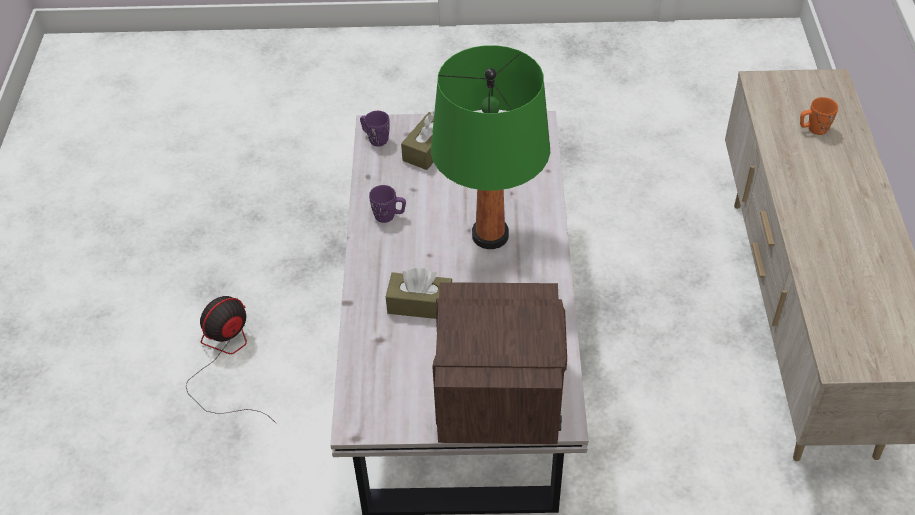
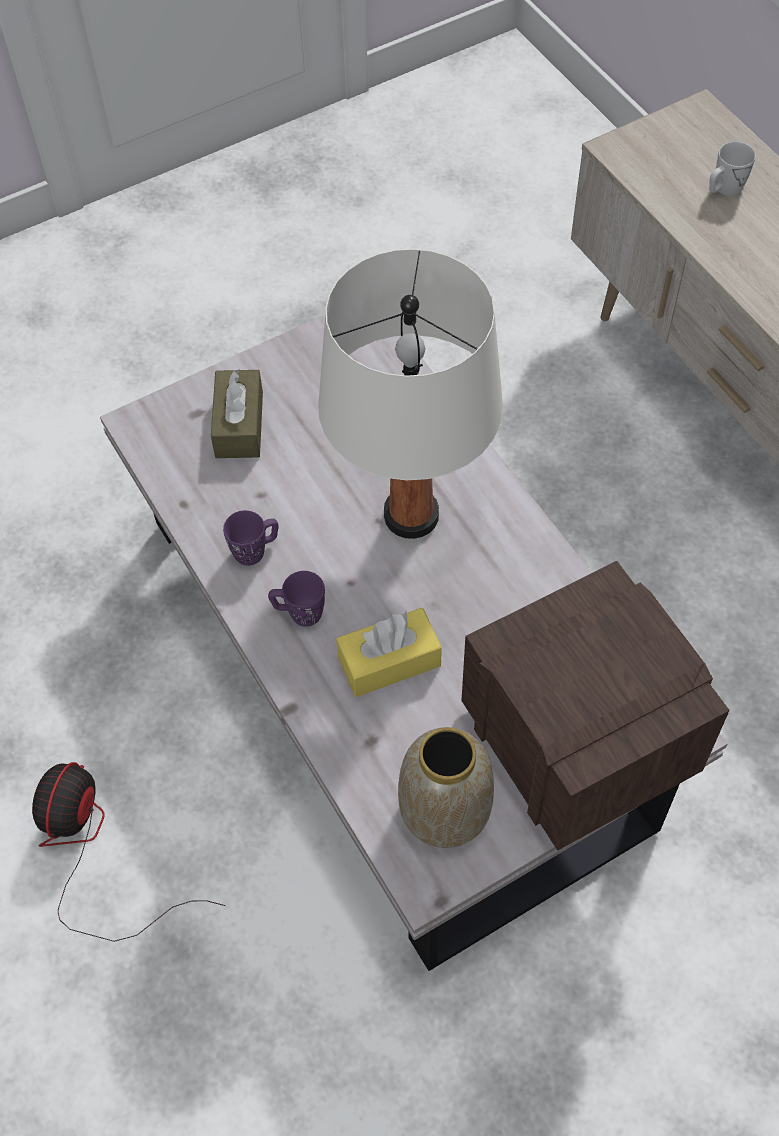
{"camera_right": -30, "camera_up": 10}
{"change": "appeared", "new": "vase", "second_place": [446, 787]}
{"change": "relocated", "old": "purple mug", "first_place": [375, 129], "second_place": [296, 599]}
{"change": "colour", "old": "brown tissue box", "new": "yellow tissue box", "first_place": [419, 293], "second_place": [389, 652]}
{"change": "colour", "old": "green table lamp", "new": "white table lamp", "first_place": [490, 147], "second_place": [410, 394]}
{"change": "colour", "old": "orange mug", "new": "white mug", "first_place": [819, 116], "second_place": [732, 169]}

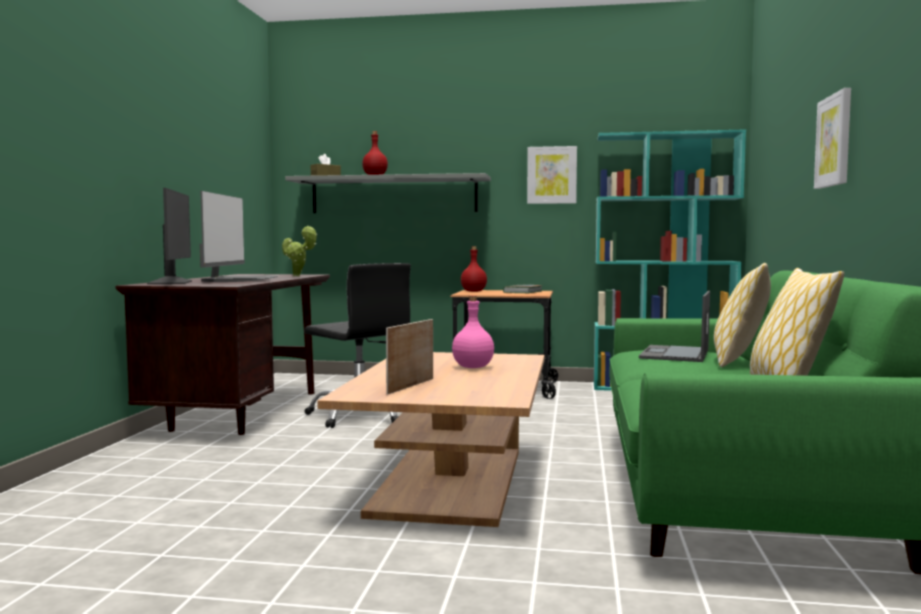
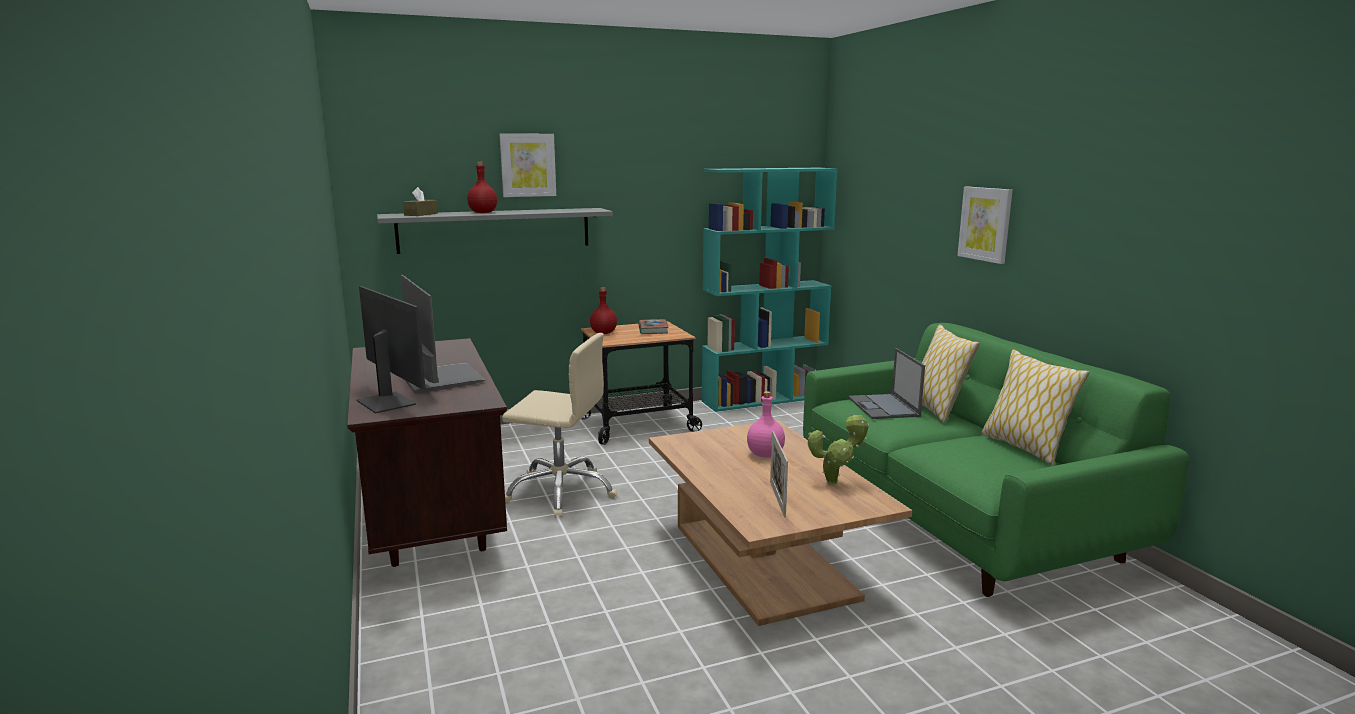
{"camera_right": -30, "camera_up": 10}
{"change": "relocated", "old": "potted plant", "first_place": [299, 251], "second_place": [838, 449]}
{"change": "relocated", "old": "picture", "first_place": [552, 175], "second_place": [528, 165]}
{"change": "colour", "old": "black office chair", "new": "beige office chair", "first_place": [358, 345], "second_place": [559, 425]}

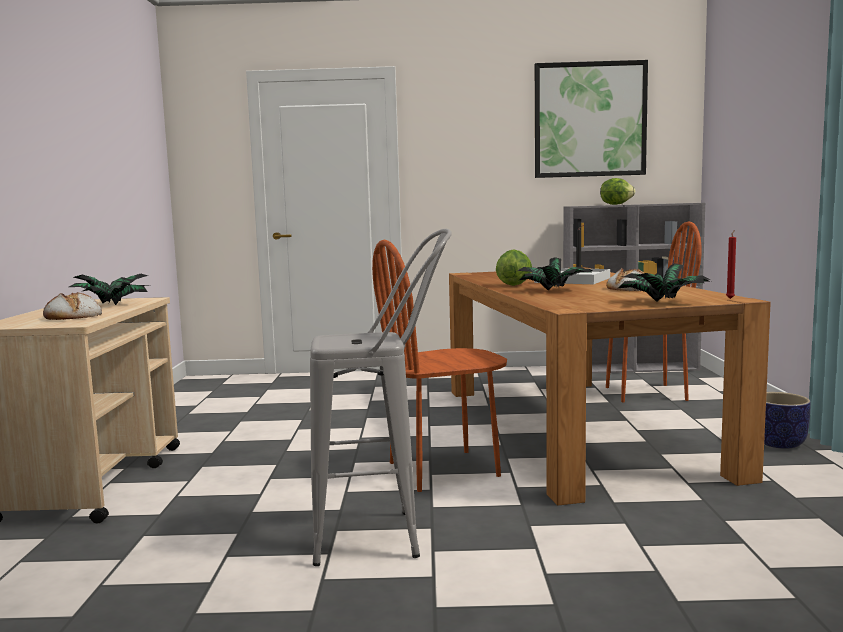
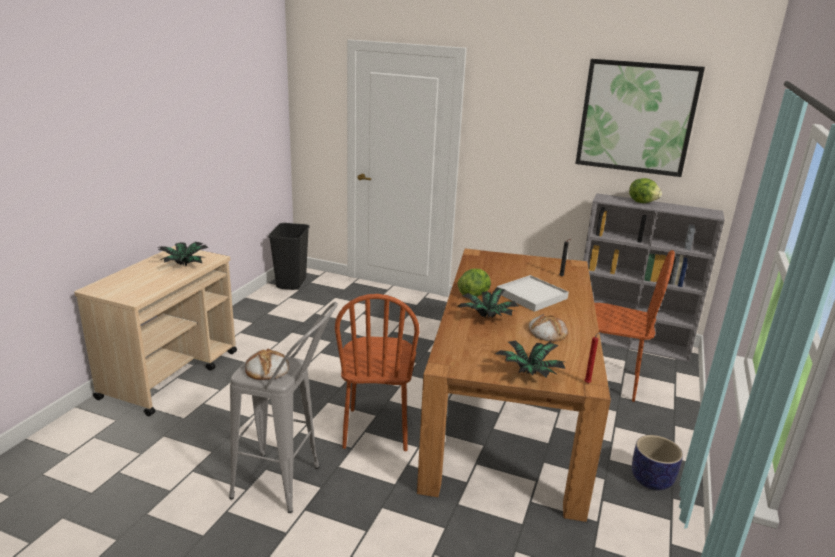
{"camera_right": 20, "camera_up": 15}
{"change": "appeared", "new": "black trash can", "second_place": [288, 256]}
{"change": "relocated", "old": "bread", "first_place": [72, 306], "second_place": [267, 364]}
{"change": "spun", "old": "brown chair", "first_place": [439, 366], "second_place": [377, 372], "degrees": -90}

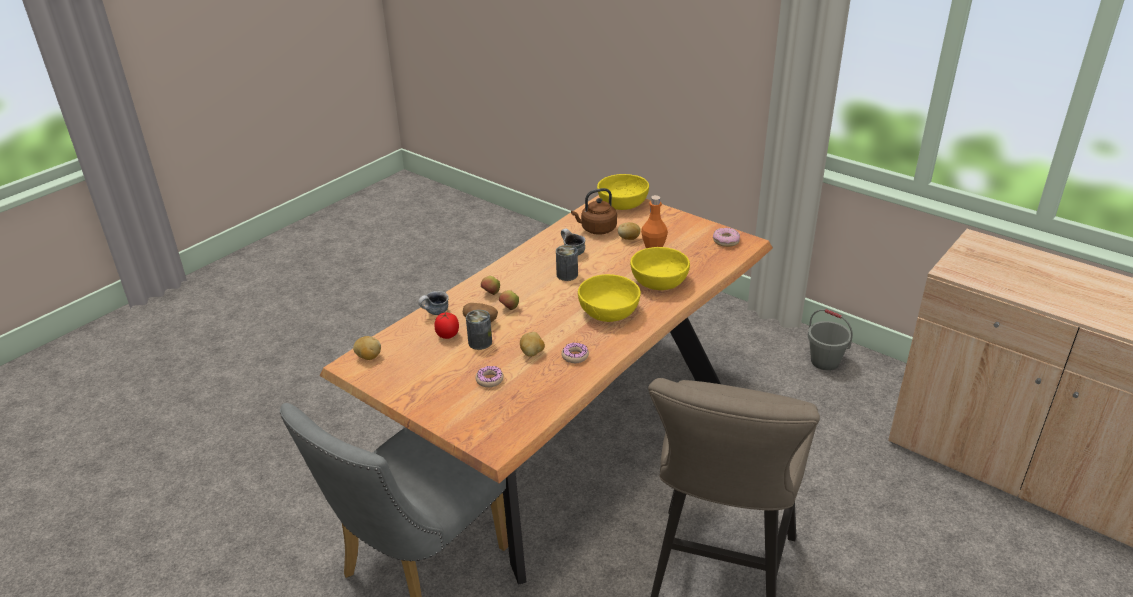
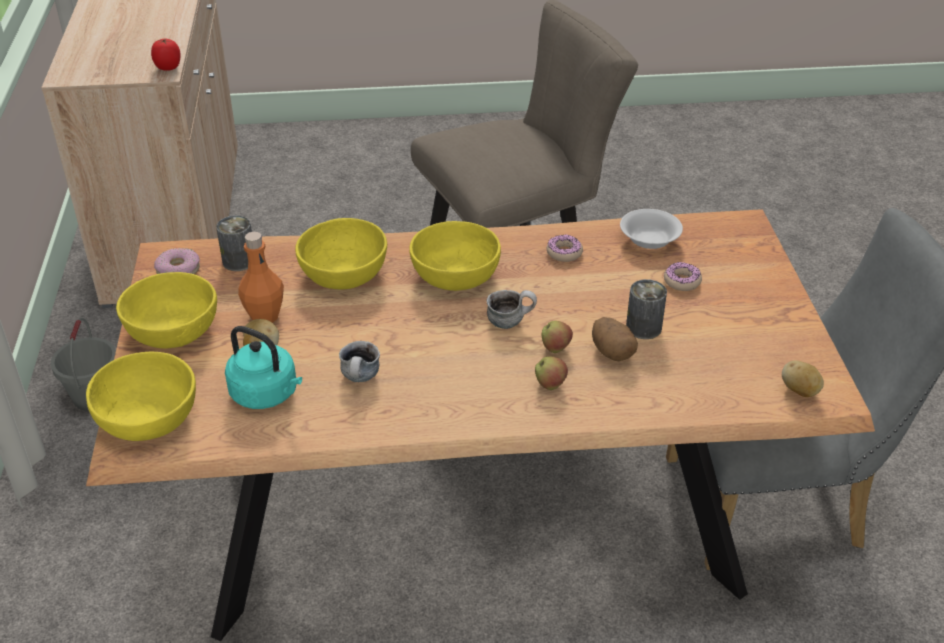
{"camera_right": -135, "camera_up": 5}
{"change": "missing", "old": "potato", "first_place": [532, 344]}
{"change": "appeared", "new": "yellow bowl", "second_place": [166, 310]}
{"change": "appeared", "new": "white bowl", "second_place": [651, 229]}
{"change": "relocated", "old": "mug", "first_place": [433, 303], "second_place": [512, 309]}
{"change": "relocated", "old": "tomato", "first_place": [446, 325], "second_place": [166, 54]}
{"change": "relocated", "old": "can", "first_place": [567, 263], "second_place": [234, 243]}
{"change": "colour", "old": "brown kettle", "new": "turquoise kettle", "first_place": [594, 211], "second_place": [263, 367]}

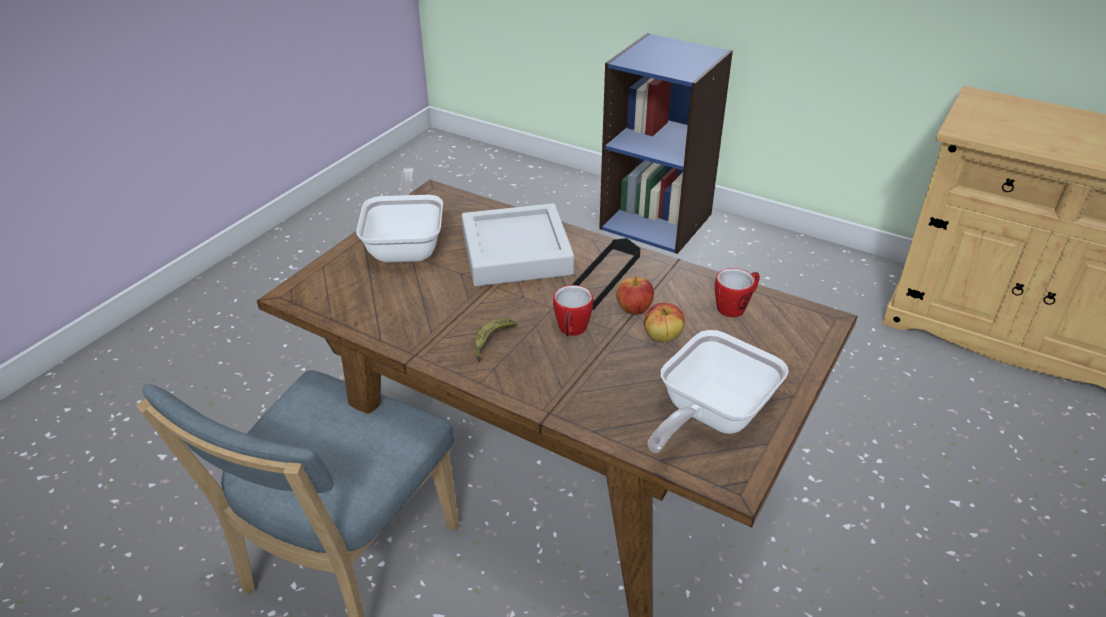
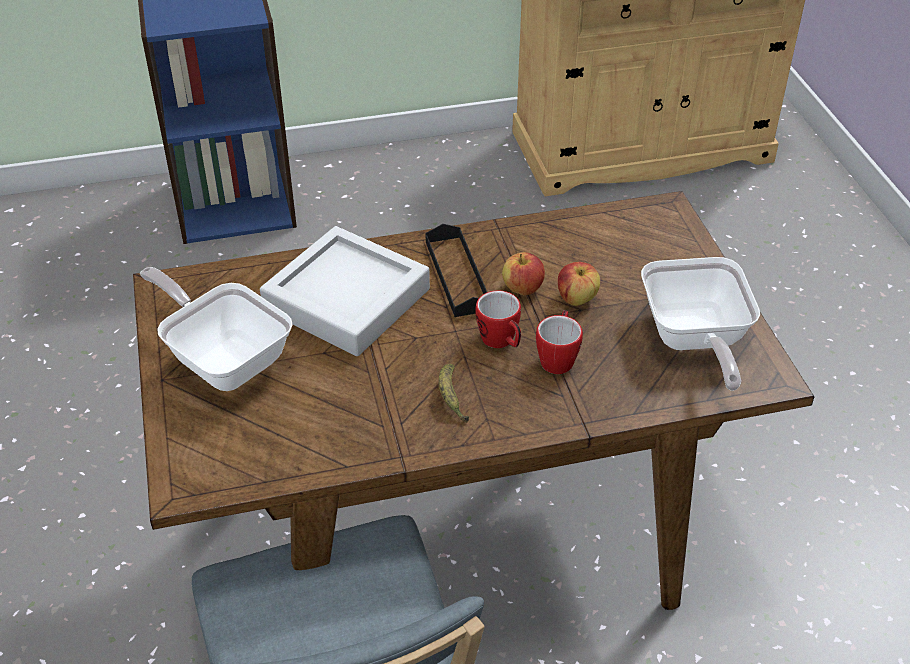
{"camera_right": -45, "camera_up": 5}
{"change": "relocated", "old": "mug", "first_place": [737, 292], "second_place": [559, 342]}

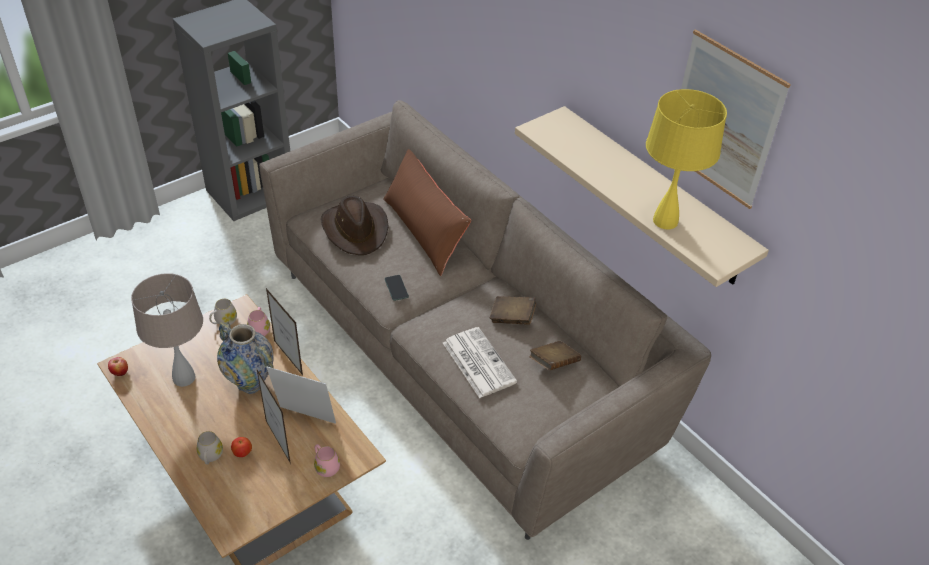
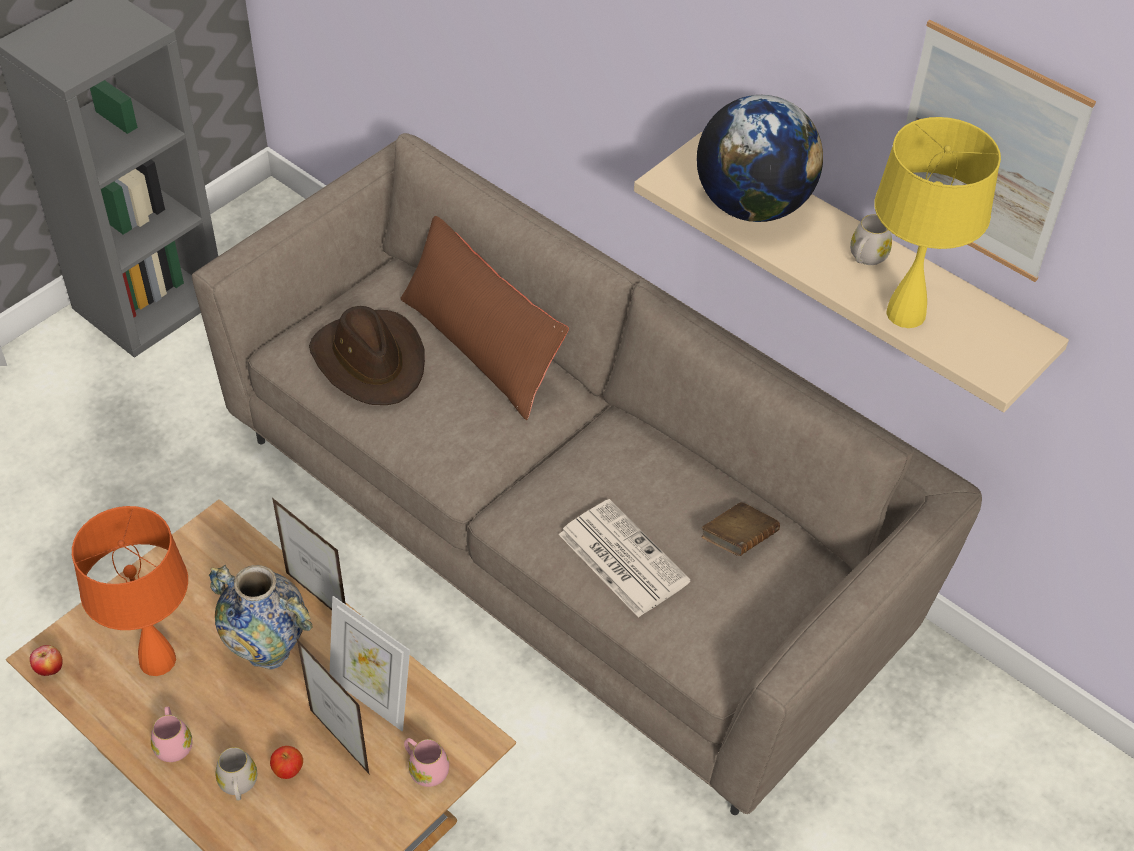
{"camera_right": -10, "camera_up": 5}
{"change": "missing", "old": "phone", "first_place": [397, 288]}
{"change": "missing", "old": "brown book", "first_place": [513, 310]}
{"change": "appeared", "new": "globe", "second_place": [760, 158]}
{"change": "relocated", "old": "white mug", "first_place": [223, 312], "second_place": [871, 239]}
{"change": "relocated", "old": "pink mug", "first_place": [258, 321], "second_place": [172, 734]}
{"change": "colour", "old": "beige table lamp", "new": "orange table lamp", "first_place": [167, 330], "second_place": [130, 591]}
{"change": "spun", "old": "picture frame", "first_place": [301, 395], "second_place": [370, 663], "degrees": -150}

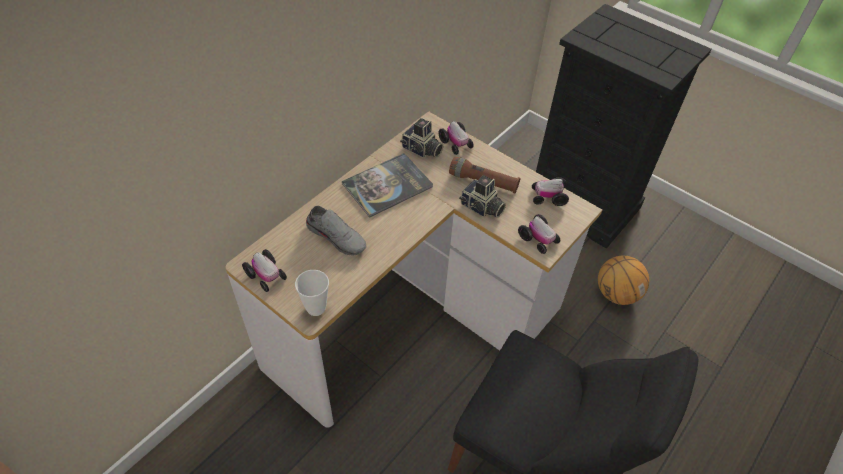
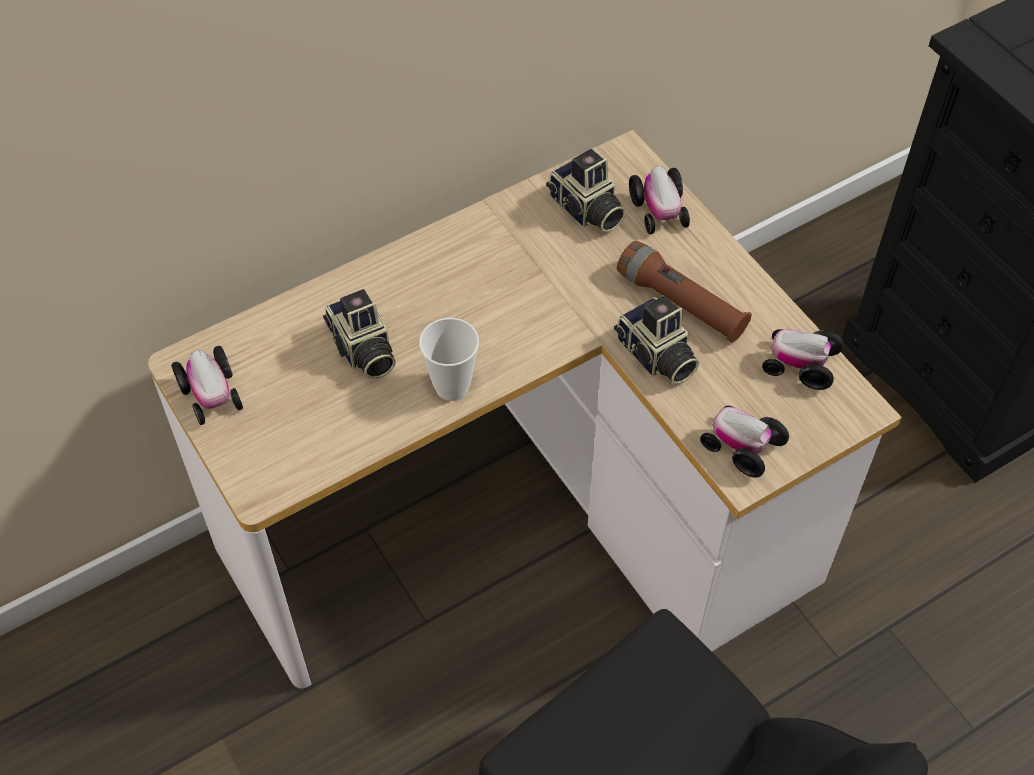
{"camera_right": 20, "camera_up": 5}
{"change": "missing", "old": "book", "first_place": [387, 185]}
{"change": "missing", "old": "basketball", "first_place": [623, 280]}
{"change": "relocated", "old": "cup", "first_place": [312, 293], "second_place": [449, 359]}
{"change": "exchanged", "old": "grey shoe", "new": "photo camera", "first_place": [336, 230], "second_place": [359, 334]}
{"change": "spun", "old": "toy car", "first_place": [539, 234], "second_place": [744, 442], "degrees": 150}

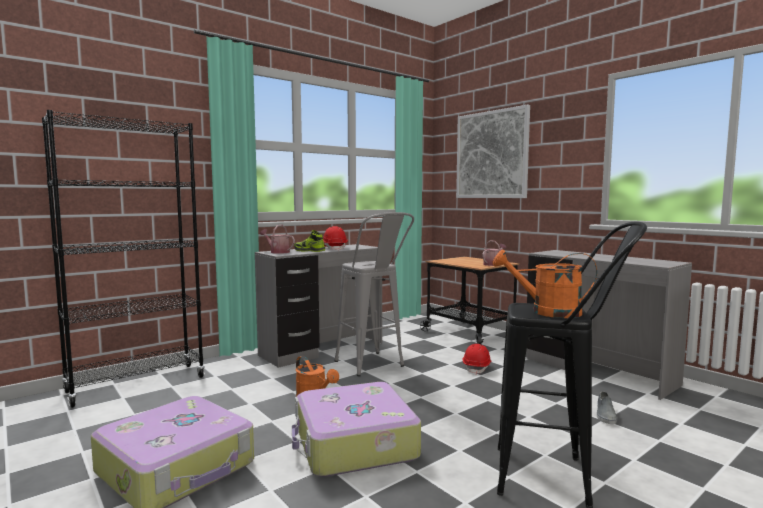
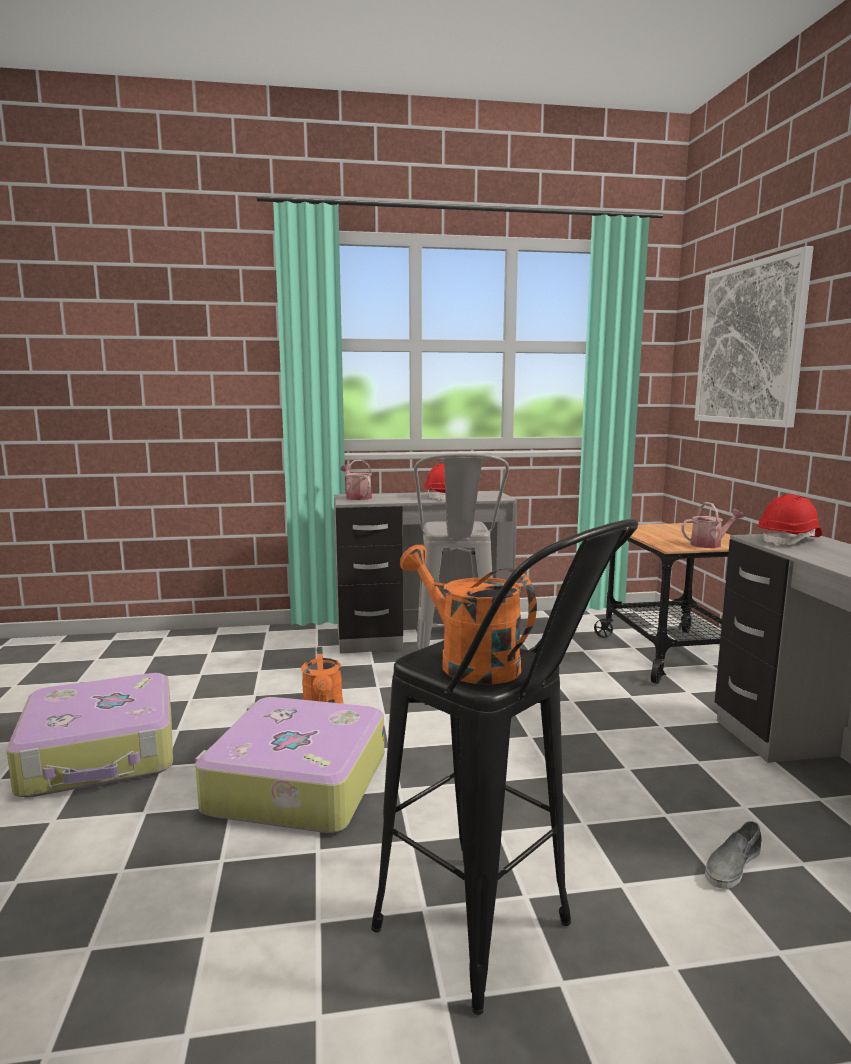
{"camera_right": 30, "camera_up": 5}
{"change": "missing", "old": "black bookcase", "first_place": [123, 259]}
{"change": "missing", "old": "shoe", "first_place": [309, 241]}
{"change": "relocated", "old": "red hard hat", "first_place": [477, 359], "second_place": [790, 520]}

